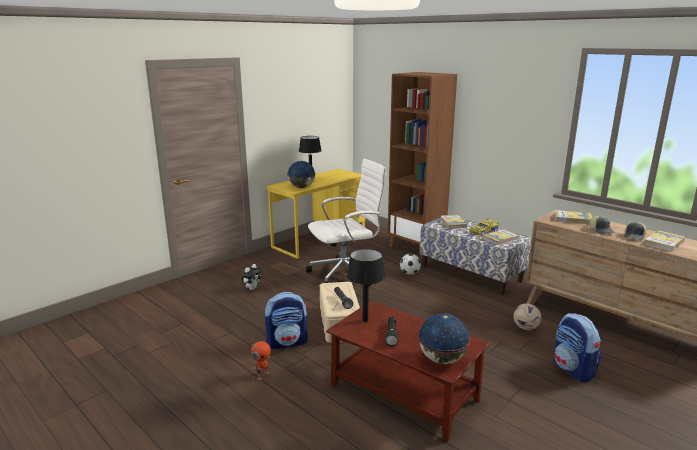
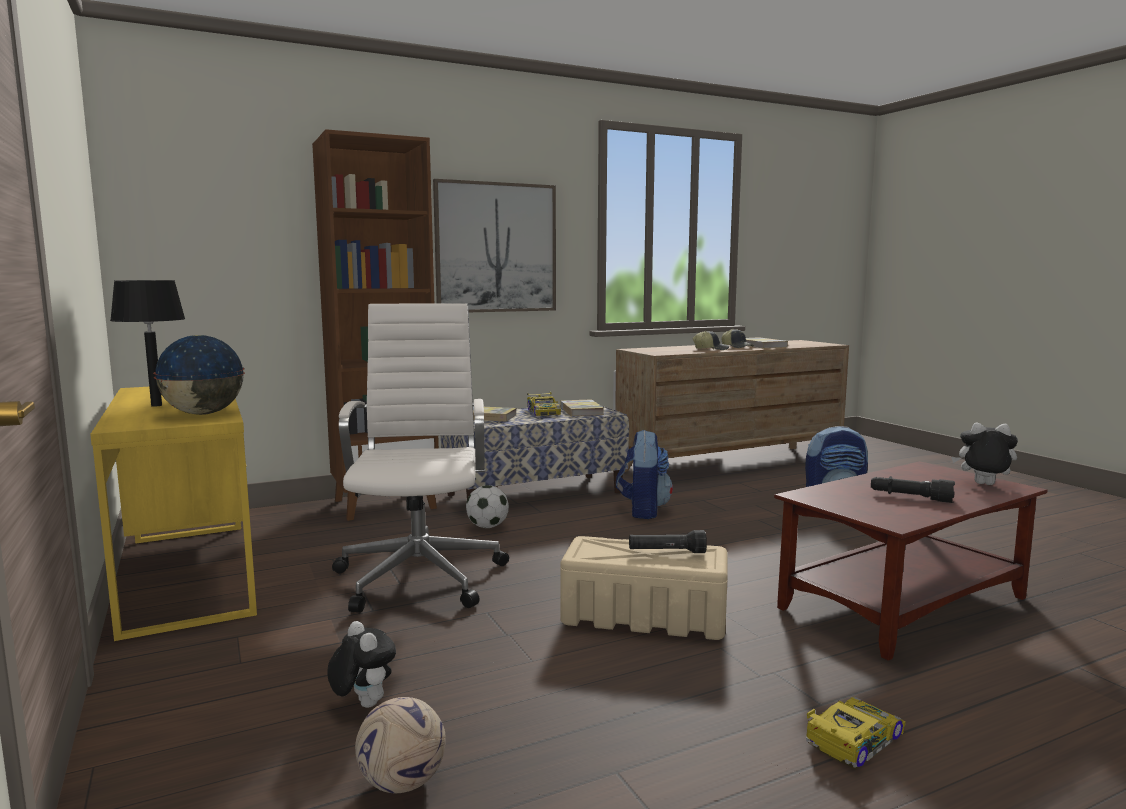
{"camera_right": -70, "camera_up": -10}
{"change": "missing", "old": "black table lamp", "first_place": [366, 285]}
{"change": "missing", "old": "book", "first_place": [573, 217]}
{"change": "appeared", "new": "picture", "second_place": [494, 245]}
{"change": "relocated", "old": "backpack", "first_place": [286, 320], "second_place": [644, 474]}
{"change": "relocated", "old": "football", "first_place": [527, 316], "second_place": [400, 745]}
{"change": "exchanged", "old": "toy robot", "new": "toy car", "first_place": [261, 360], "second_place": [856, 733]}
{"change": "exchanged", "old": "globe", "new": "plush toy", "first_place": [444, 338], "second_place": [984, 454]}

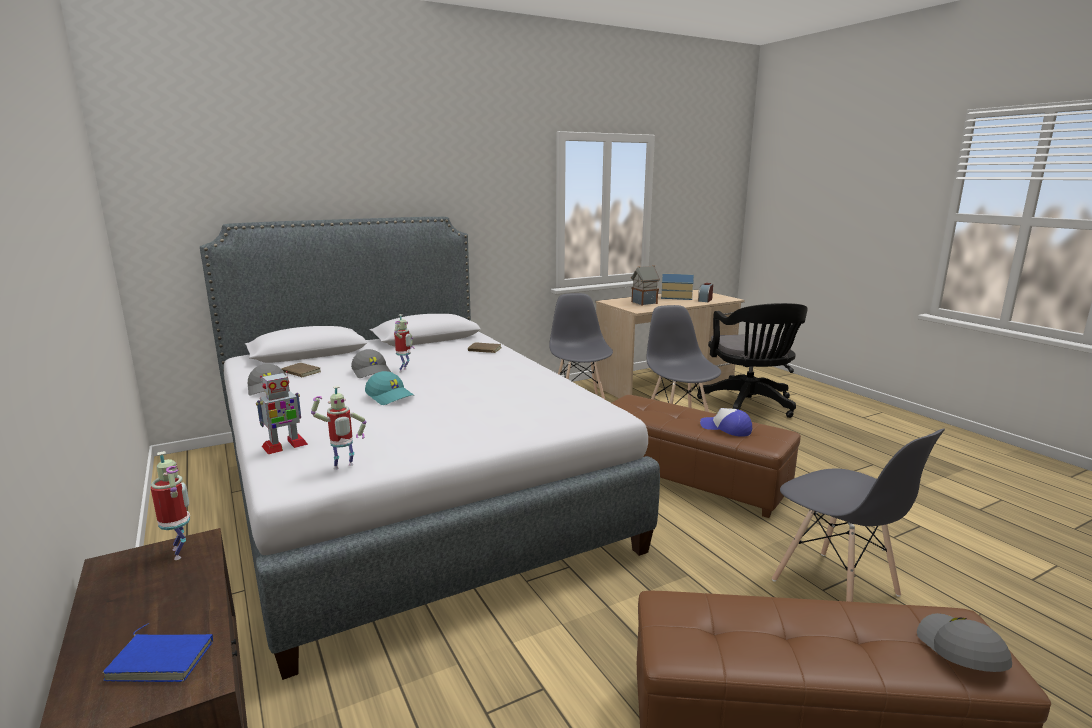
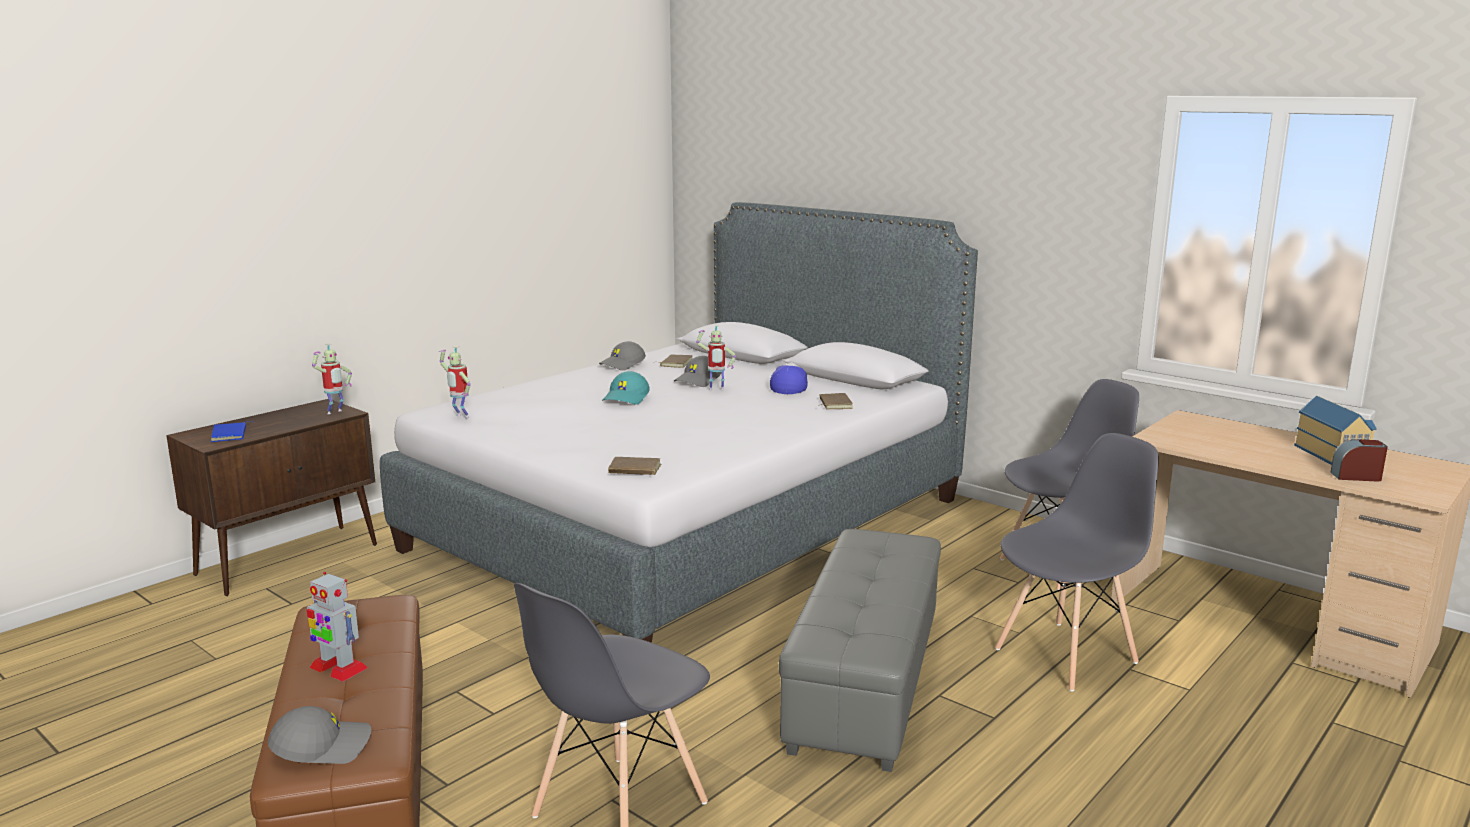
{"camera_right": 70, "camera_up": 0}
{"change": "missing", "old": "toy house", "first_place": [645, 285]}
{"change": "missing", "old": "black office chair", "first_place": [752, 360]}
{"change": "appeared", "new": "brown book", "second_place": [634, 466]}
{"change": "relocated", "old": "toy robot", "first_place": [282, 412], "second_place": [337, 627]}
{"change": "relocated", "old": "cap", "first_place": [726, 422], "second_place": [789, 378]}
{"change": "colour", "old": "brown ottoman", "new": "grey ottoman", "first_place": [706, 456], "second_place": [860, 650]}

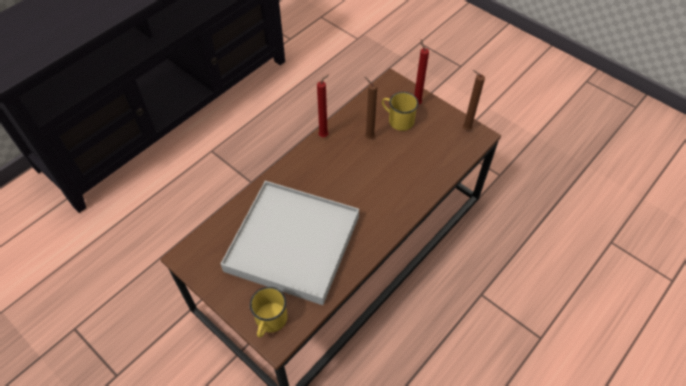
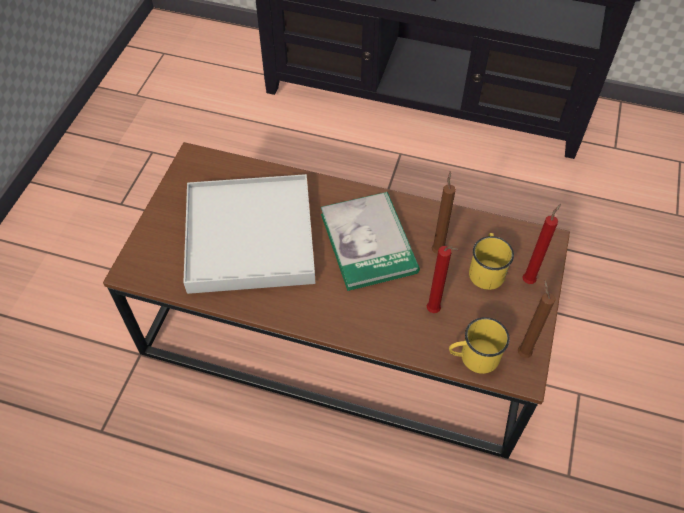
{"camera_right": 65, "camera_up": 0}
{"change": "appeared", "new": "book", "second_place": [370, 241]}
{"change": "relocated", "old": "yellow mug", "first_place": [268, 312], "second_place": [479, 345]}
{"change": "relocated", "old": "red candle", "first_place": [323, 105], "second_place": [442, 279]}

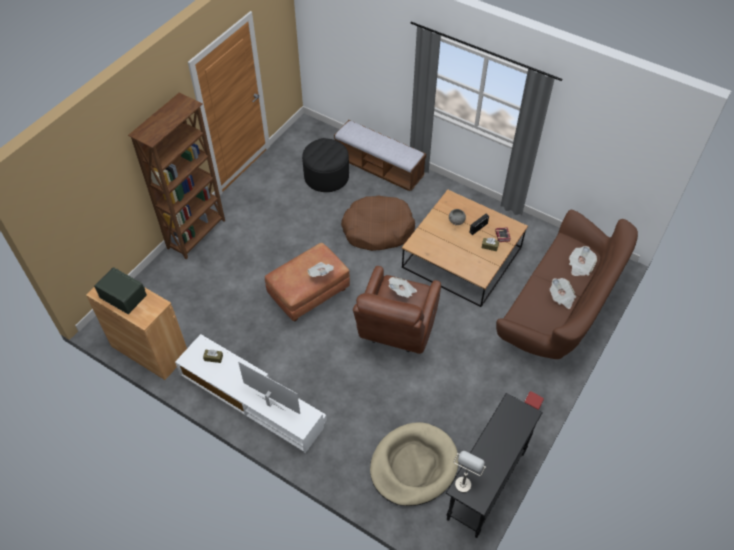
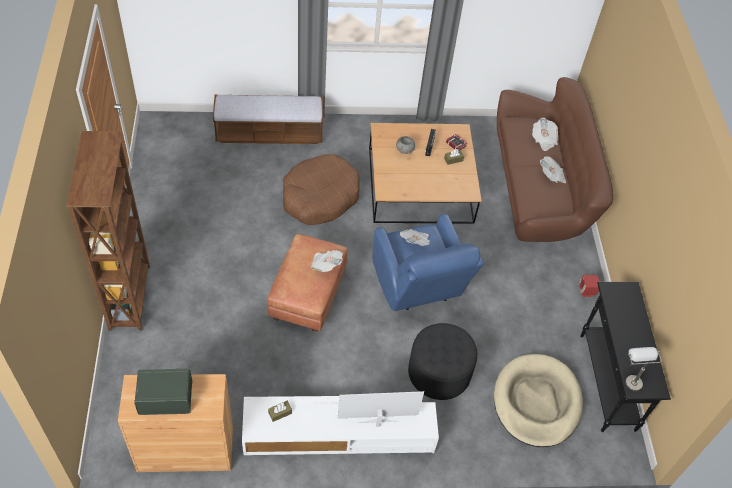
{"camera_right": -40, "camera_up": 0}
{"change": "relocated", "old": "black ottoman", "first_place": [325, 165], "second_place": [442, 361]}
{"change": "colour", "old": "brown armchair", "new": "blue armchair", "first_place": [397, 310], "second_place": [428, 262]}

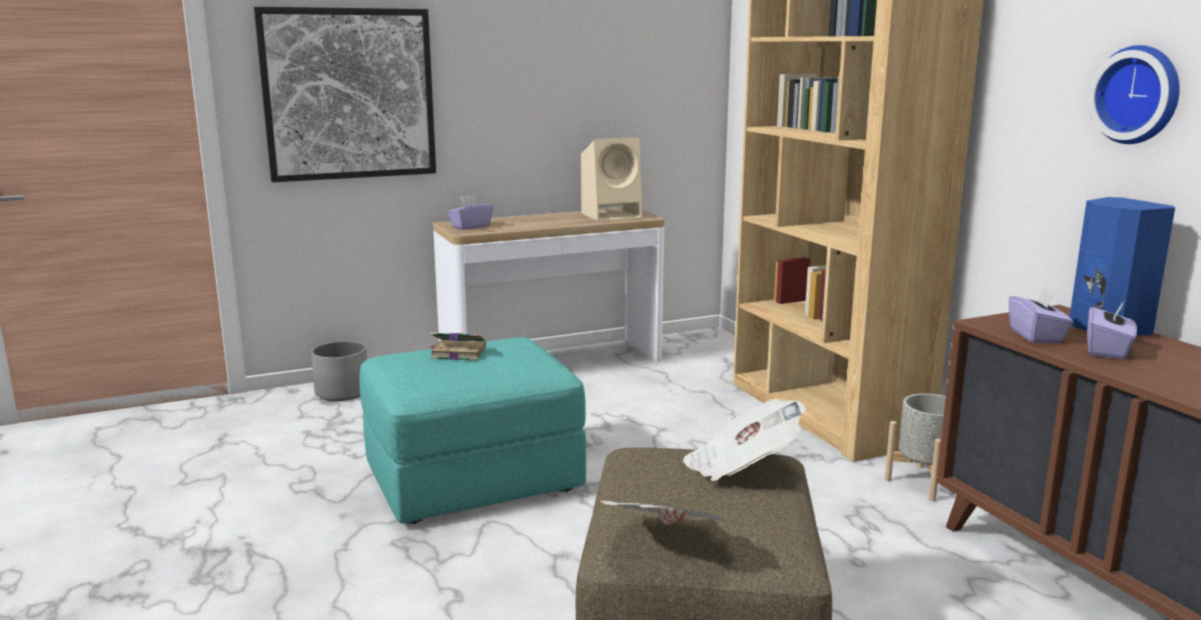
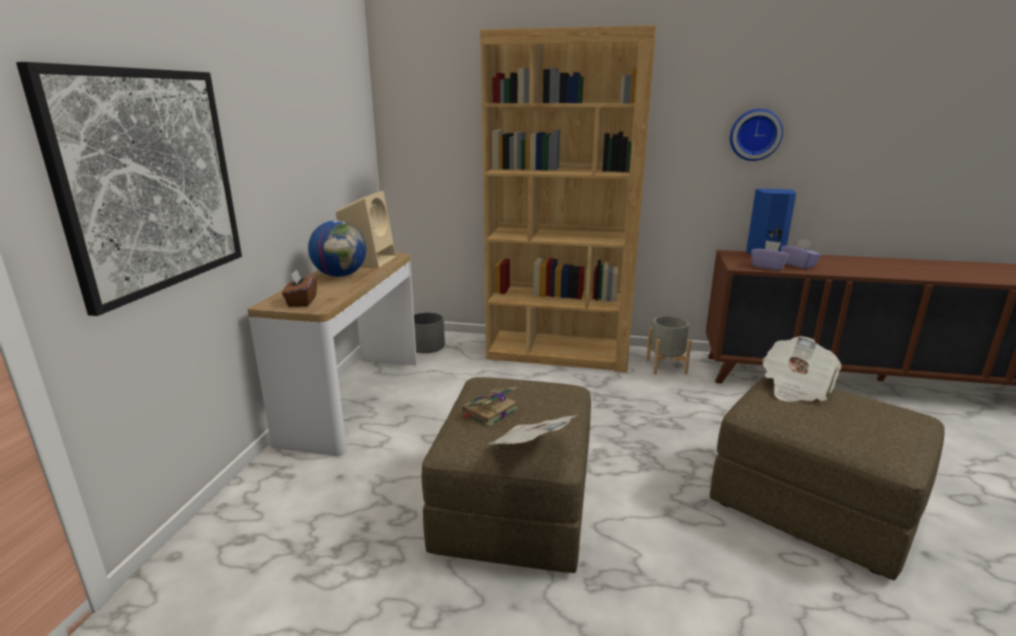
{"camera_right": -55, "camera_up": 5}
{"change": "appeared", "new": "globe", "second_place": [337, 249]}
{"change": "relocated", "old": "grey planter", "first_place": [339, 371], "second_place": [429, 332]}
{"change": "relocated", "old": "newspaper", "first_place": [668, 513], "second_place": [532, 430]}
{"change": "colour", "old": "turquoise ottoman", "new": "brown ottoman", "first_place": [473, 430], "second_place": [506, 475]}
{"change": "colour", "old": "purple tissue box", "new": "brown tissue box", "first_place": [470, 212], "second_place": [299, 288]}

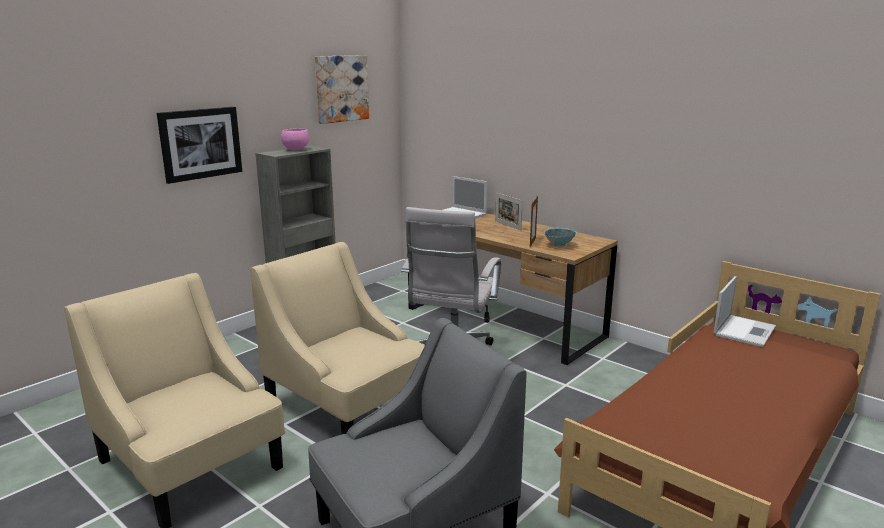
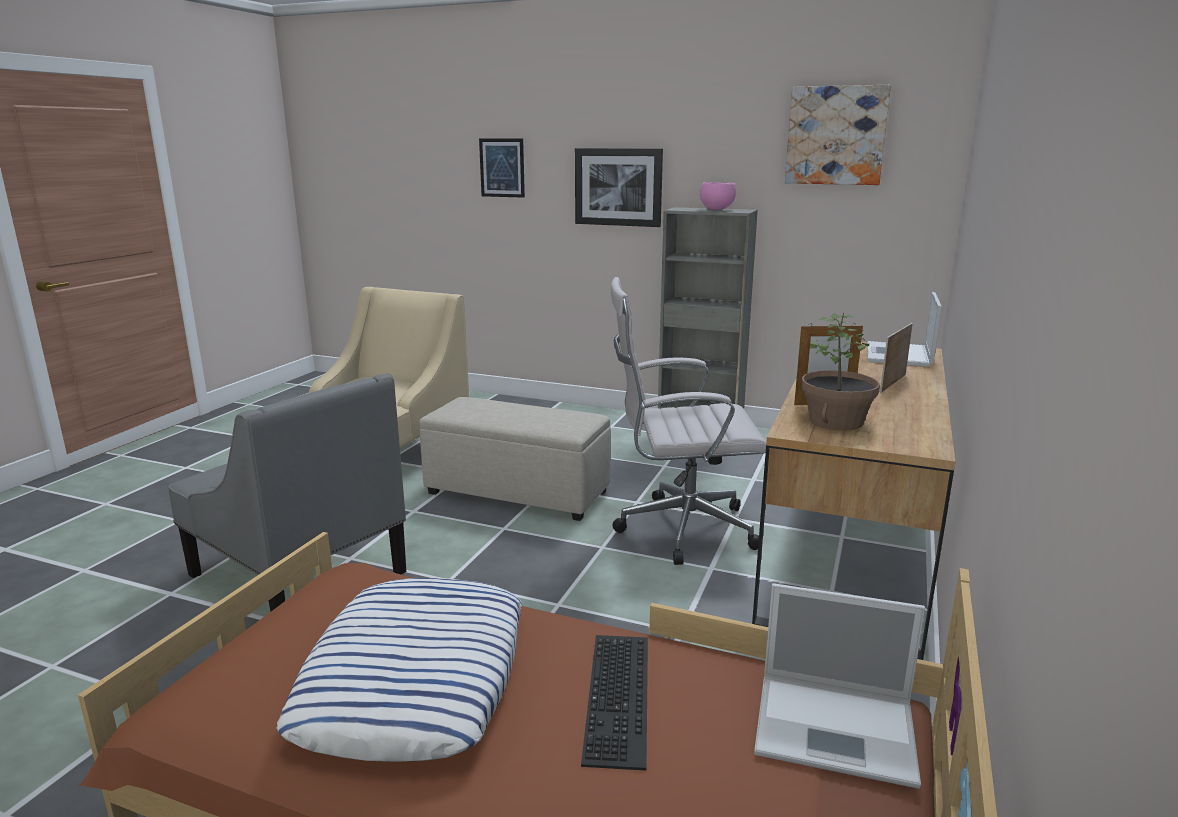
{"camera_right": 70, "camera_up": 0}
{"change": "appeared", "new": "pillow", "second_place": [399, 670]}
{"change": "appeared", "new": "picture", "second_place": [502, 168]}
{"change": "appeared", "new": "keyboard", "second_place": [614, 703]}
{"change": "exchanged", "old": "beige armchair", "new": "beige ottoman", "first_place": [337, 338], "second_place": [515, 459]}
{"change": "exchanged", "old": "bowl", "new": "potted plant", "first_place": [560, 237], "second_place": [840, 371]}

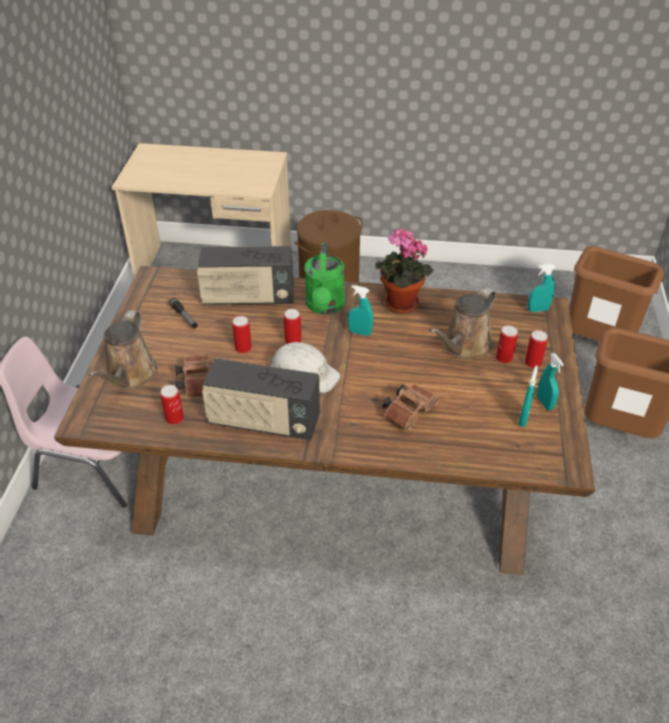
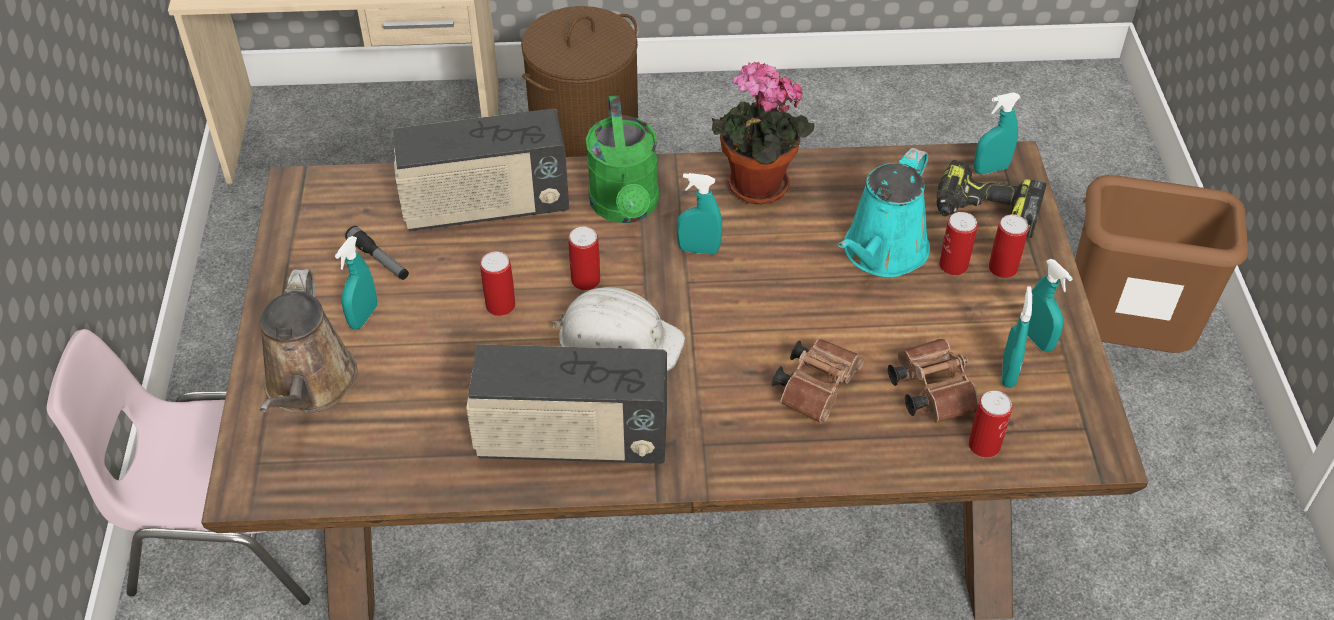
{"camera_right": -10, "camera_up": 5}
{"change": "missing", "old": "brown trash can", "first_place": [616, 293]}
{"change": "appeared", "new": "turquoise spray bottle", "second_place": [356, 283]}
{"change": "appeared", "new": "power drill", "second_place": [992, 199]}
{"change": "relocated", "old": "can", "first_place": [172, 405], "second_place": [990, 424]}
{"change": "relocated", "old": "brown binoculars", "first_place": [193, 376], "second_place": [934, 381]}
{"change": "colour", "old": "brown watering can", "new": "turquoise watering can", "first_place": [462, 323], "second_place": [884, 212]}

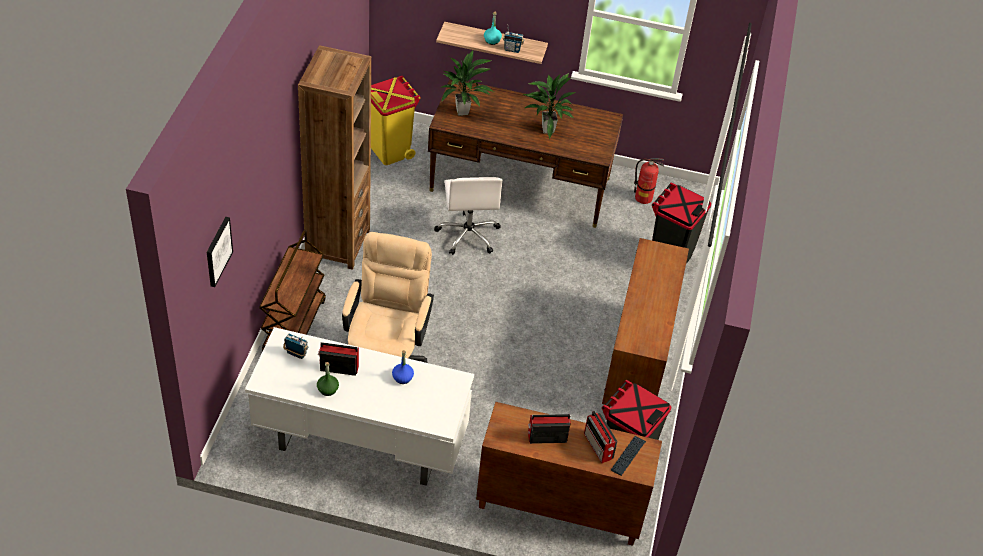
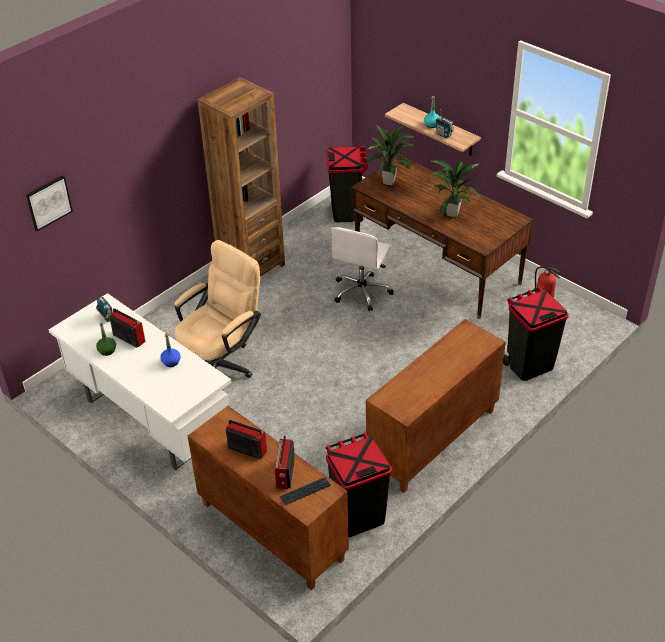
{"camera_right": 35, "camera_up": -5}
{"change": "missing", "old": "brown cart", "first_place": [292, 291]}
{"change": "colour", "old": "yellow trash can", "new": "black trash can", "first_place": [396, 120], "second_place": [347, 184]}

